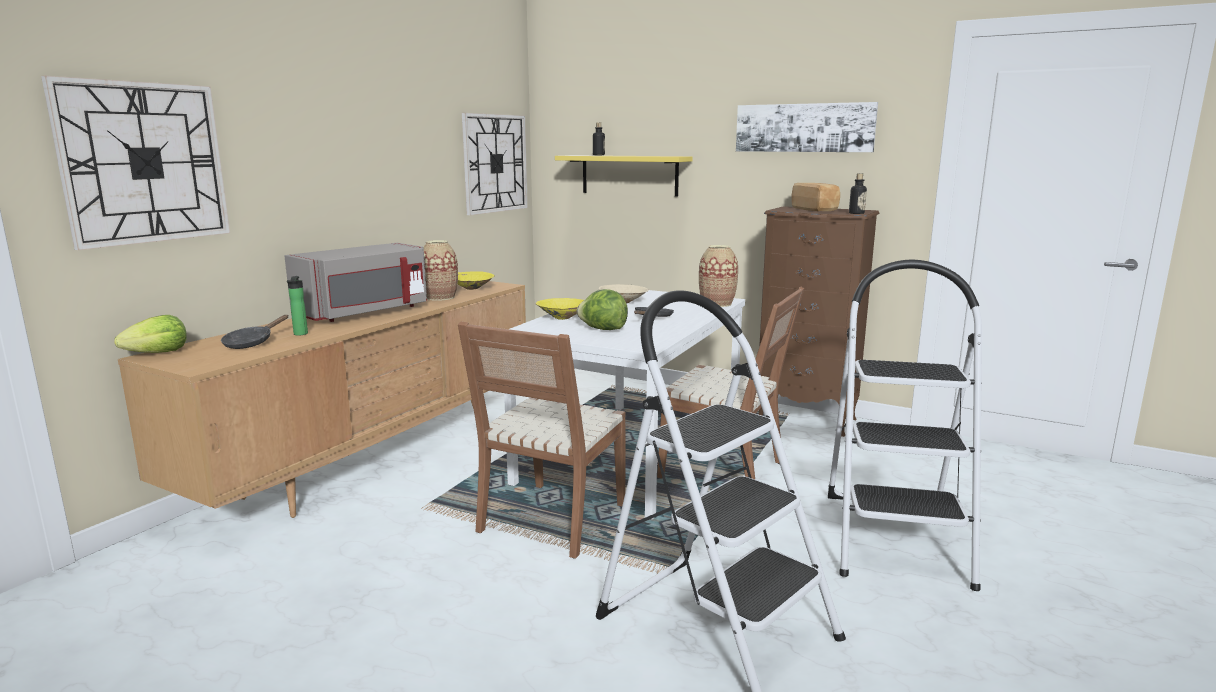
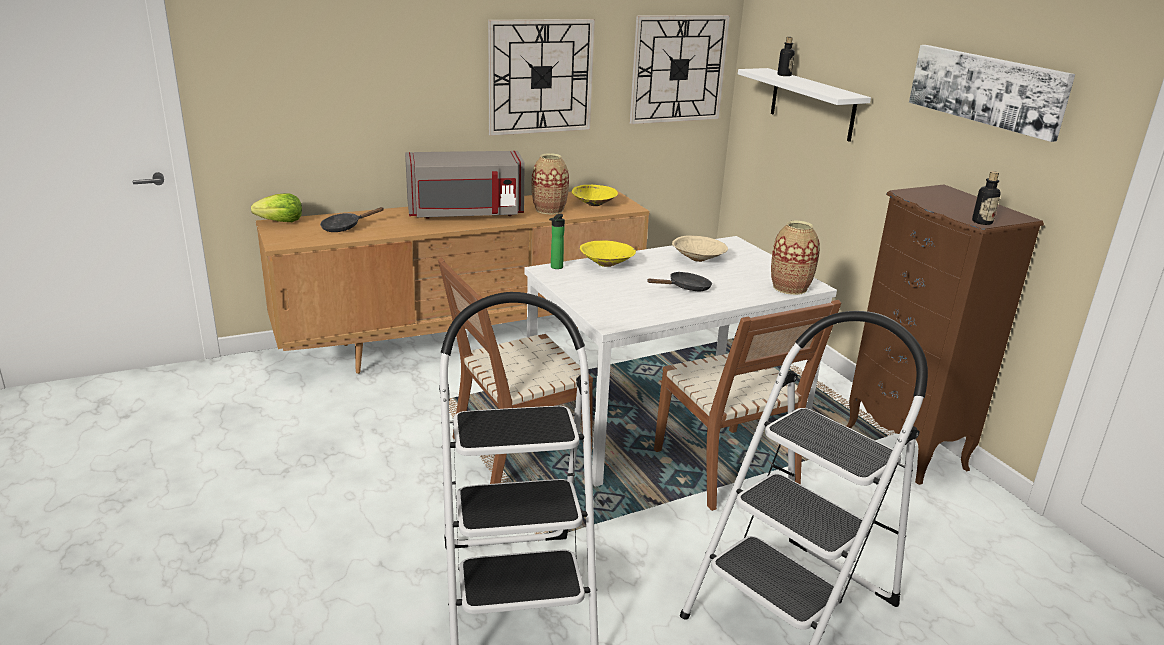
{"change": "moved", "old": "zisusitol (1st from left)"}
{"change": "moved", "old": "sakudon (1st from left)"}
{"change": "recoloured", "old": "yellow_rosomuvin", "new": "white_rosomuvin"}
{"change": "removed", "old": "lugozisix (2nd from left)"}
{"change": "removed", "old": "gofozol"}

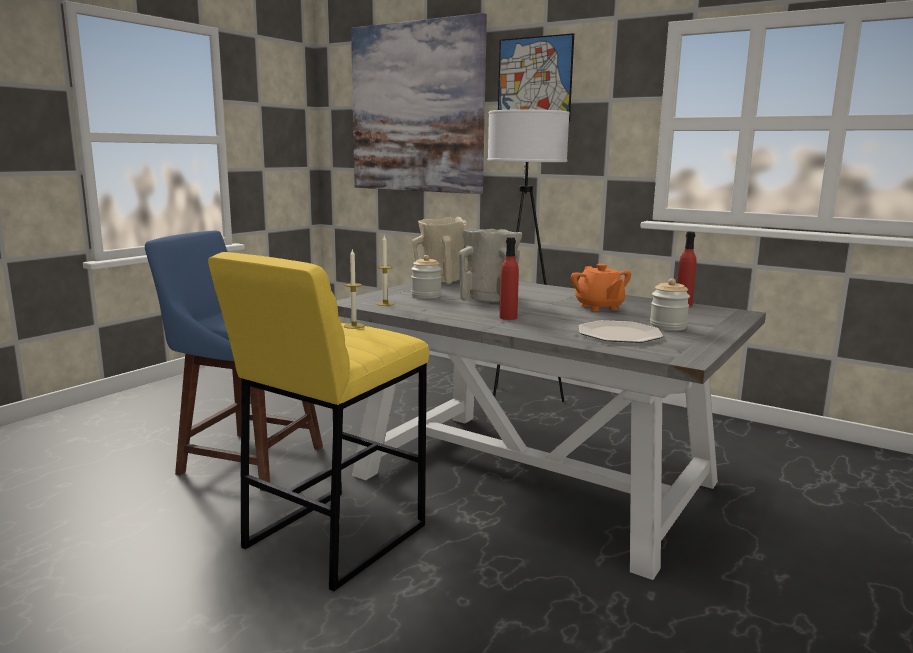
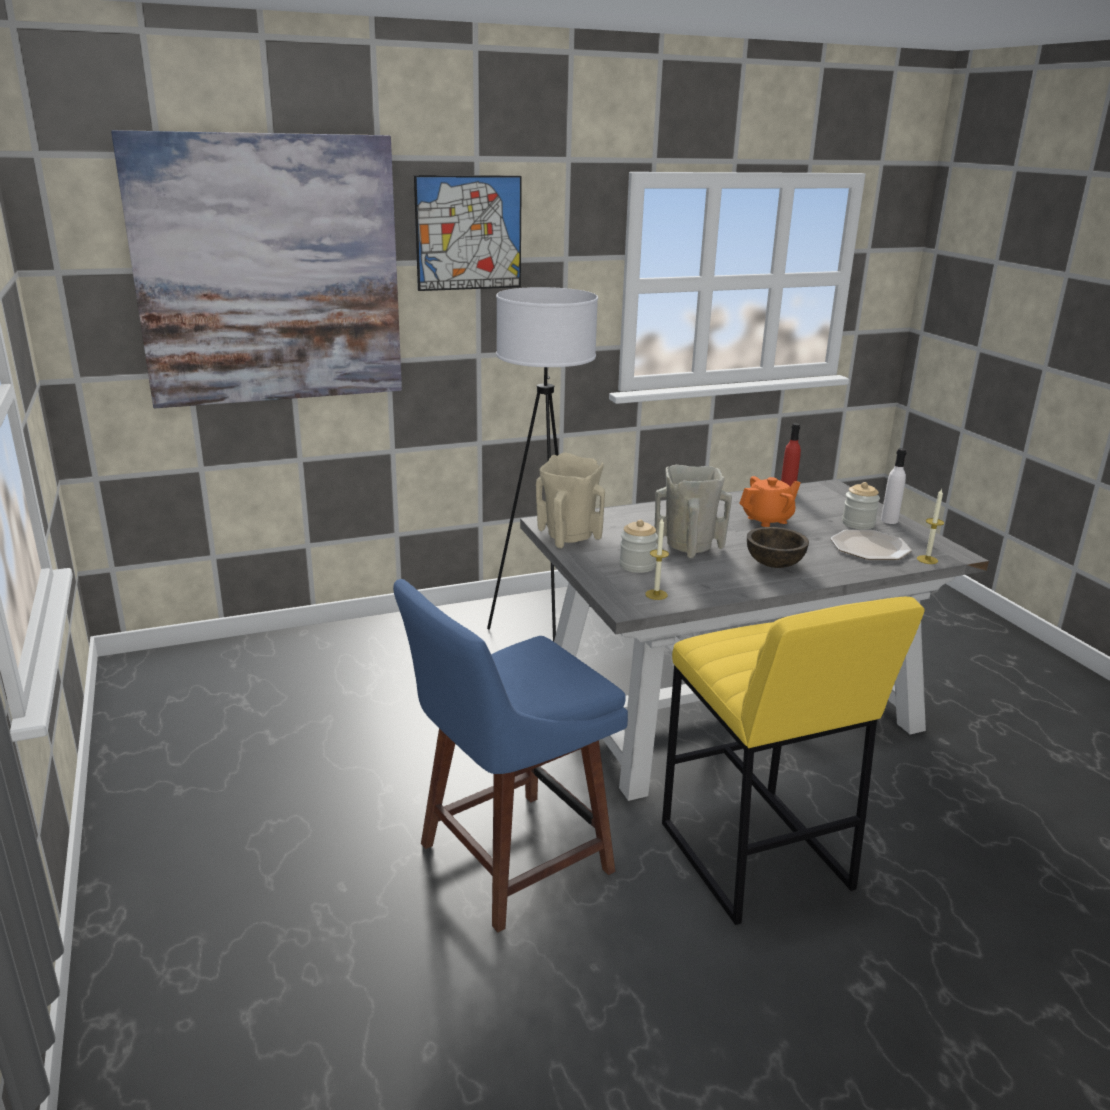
{"change": "moved", "old": "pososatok (1st from left in the first image)", "new": "pososatok (2nd from left)"}
{"change": "replaced", "old": "red_sakudon (1st from left)", "new": "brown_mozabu"}
{"change": "turned", "old": "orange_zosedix", "degrees": -45}
{"change": "added", "new": "white_sakudon"}

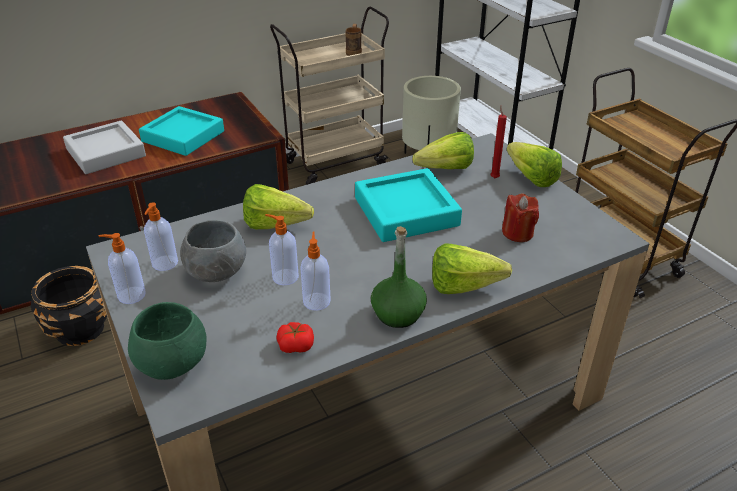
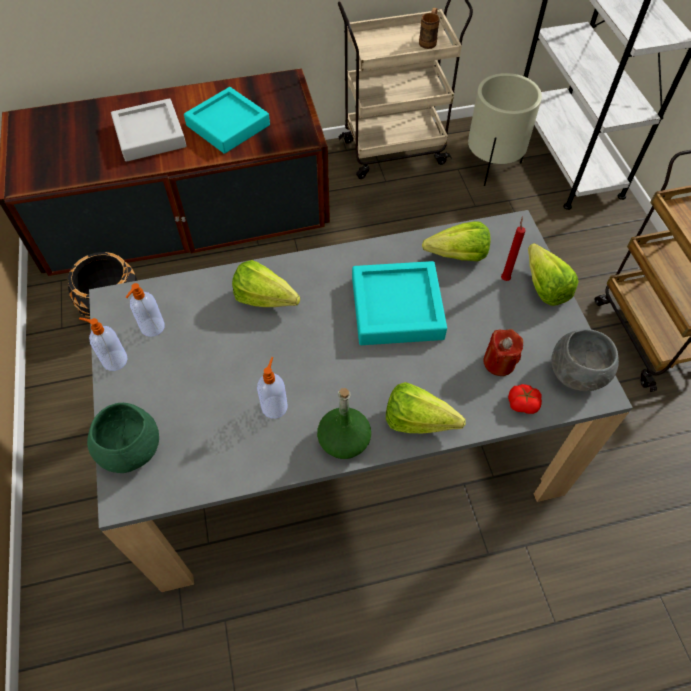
{"change": "moved", "old": "grey_mozabu"}
{"change": "removed", "old": "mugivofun (3rd from left)"}
{"change": "moved", "old": "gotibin"}

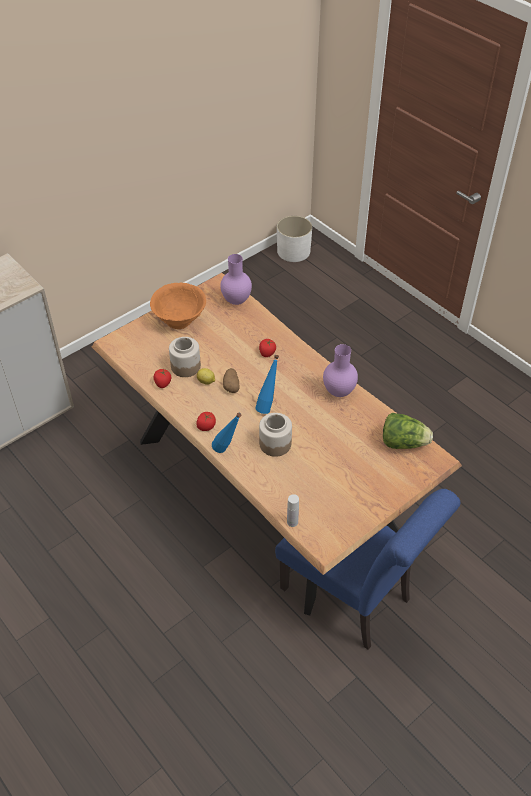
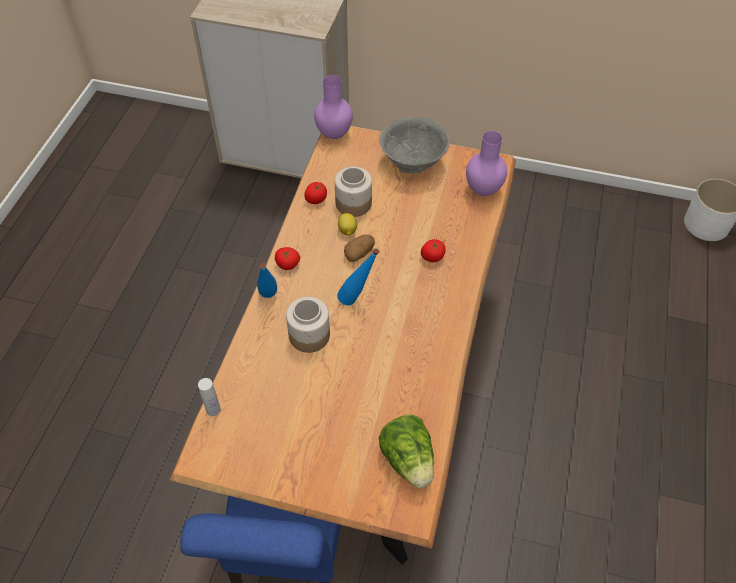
{"change": "recoloured", "old": "orange_mozabu", "new": "grey_mozabu"}
{"change": "moved", "old": "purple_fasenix (2nd from left in the first image)", "new": "purple_fasenix (1st from left)"}

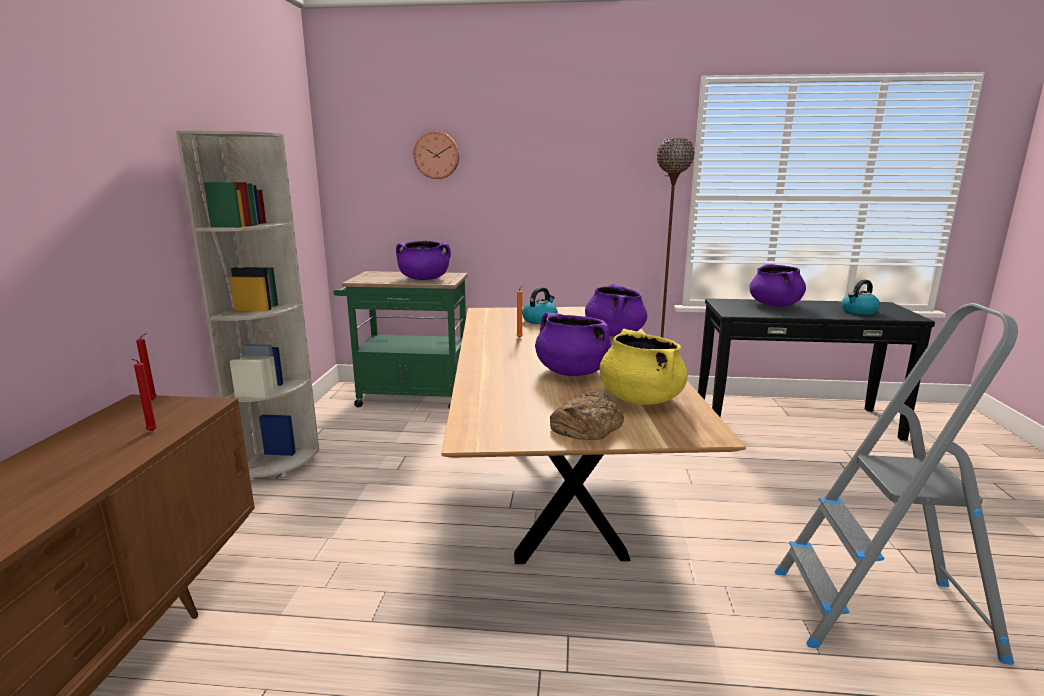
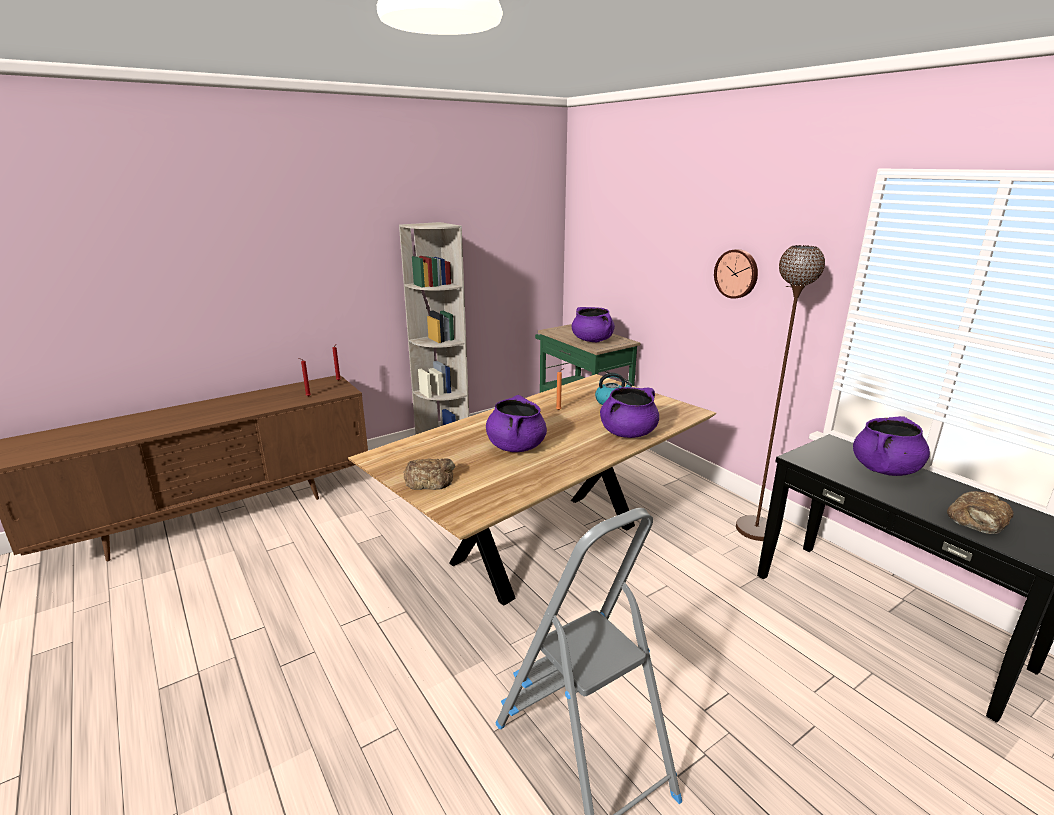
{"change": "moved", "old": "zisusitol"}
{"change": "removed", "old": "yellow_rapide"}
{"change": "replaced", "old": "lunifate (2nd from left)", "new": "gofozol (2nd from left)"}

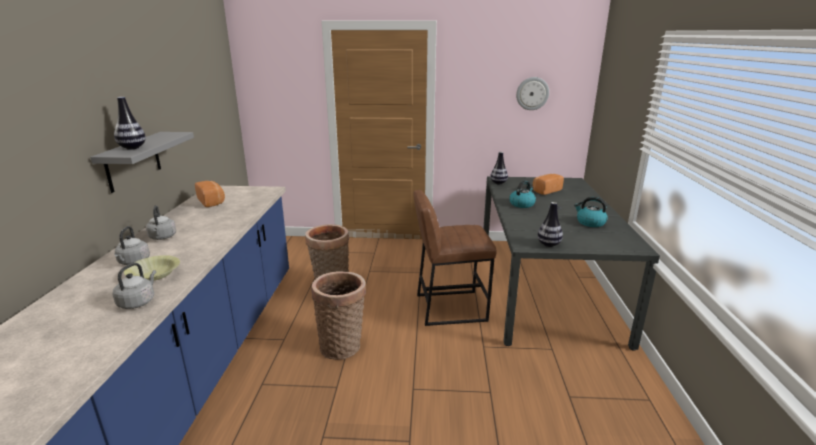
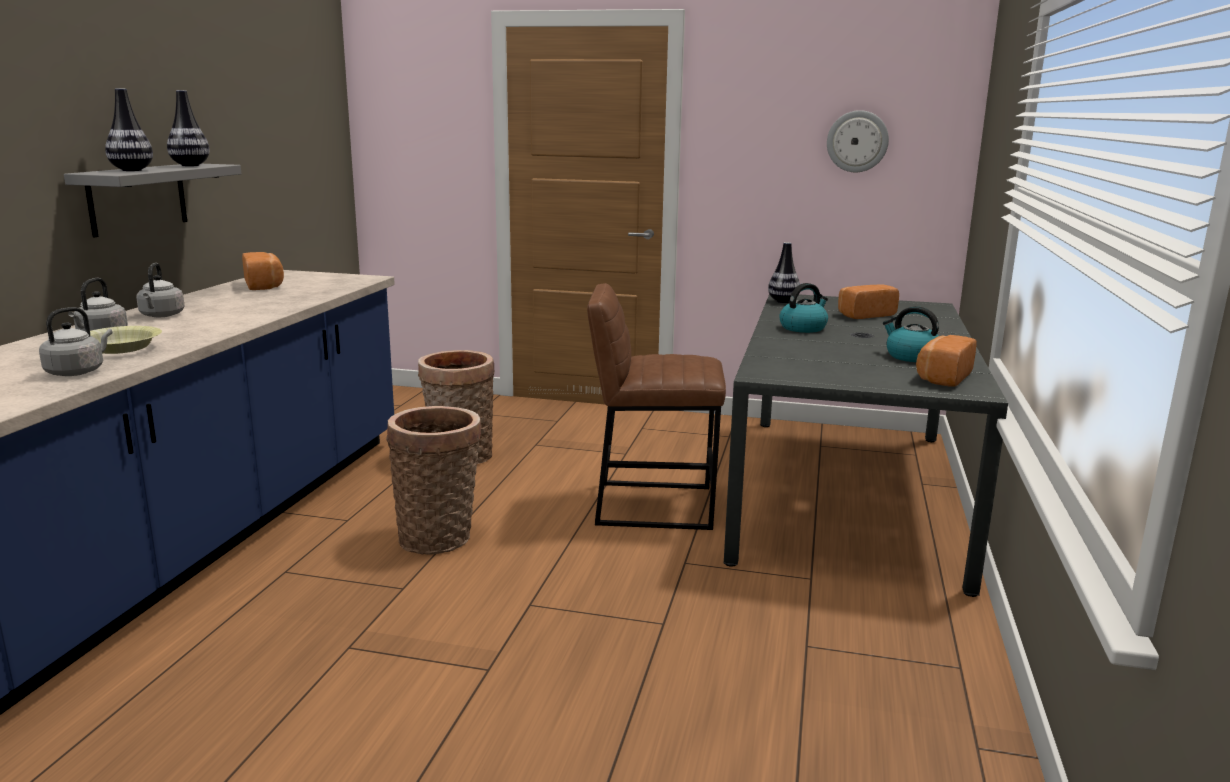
{"change": "moved", "old": "fasenix (3rd from left in the first image)", "new": "fasenix (2nd from left)"}
{"change": "added", "new": "gofozol (3rd from left)"}

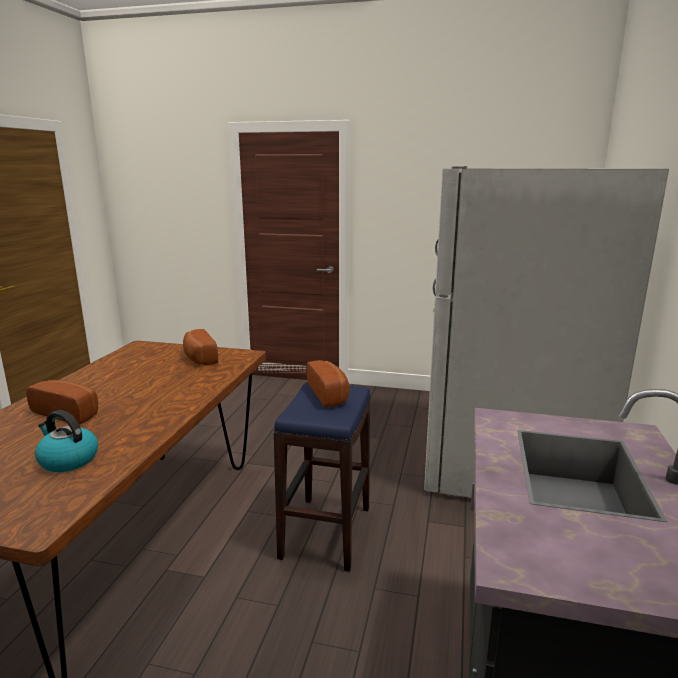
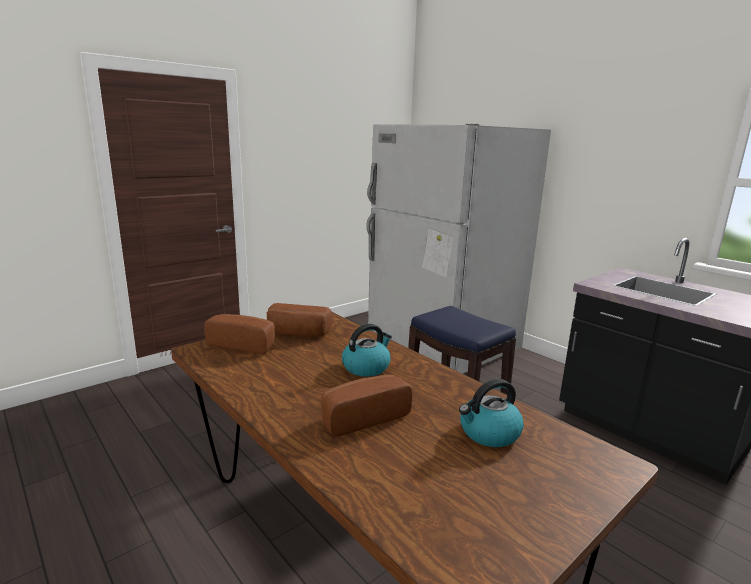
{"change": "moved", "old": "gofozol (3rd from left in the first image)", "new": "gofozol (1st from left)"}
{"change": "added", "new": "lunifate (1st from left)"}

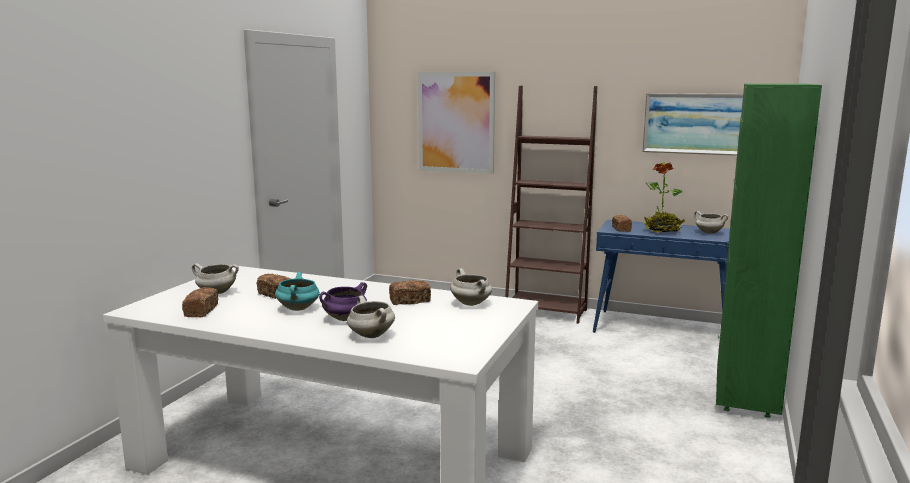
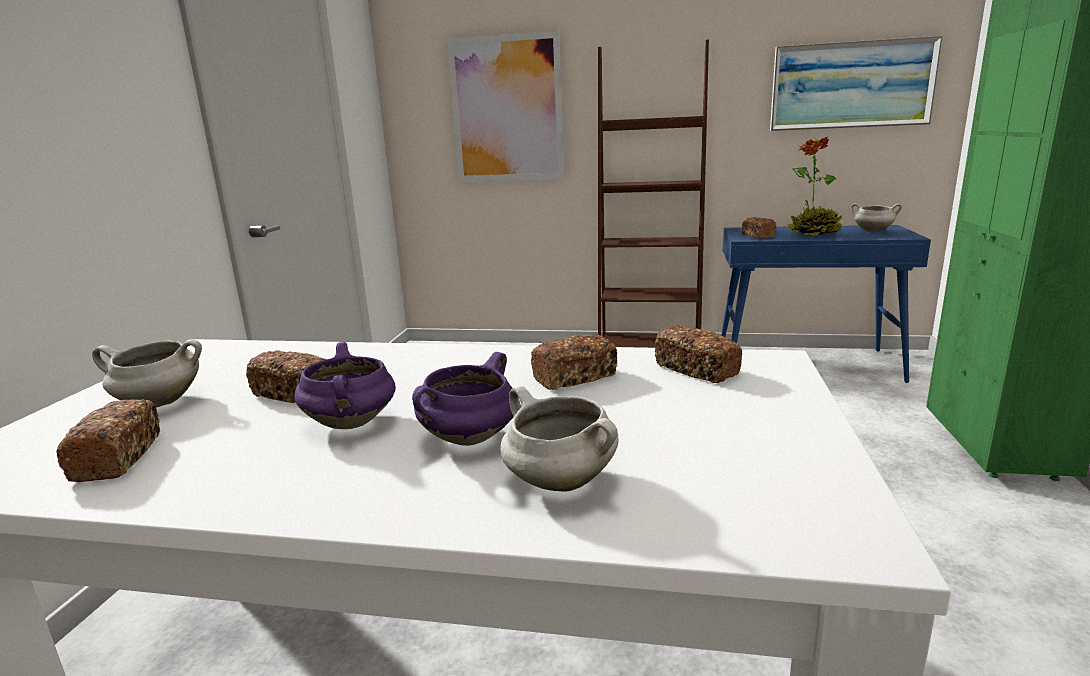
{"change": "recoloured", "old": "turquoise_rapide", "new": "purple_rapide (1st from left)"}
{"change": "replaced", "old": "white_rapide (3rd from left)", "new": "gofozol (4th from left)"}

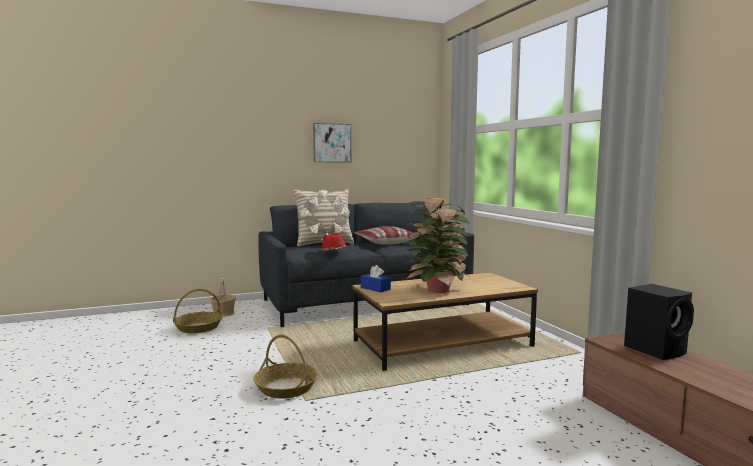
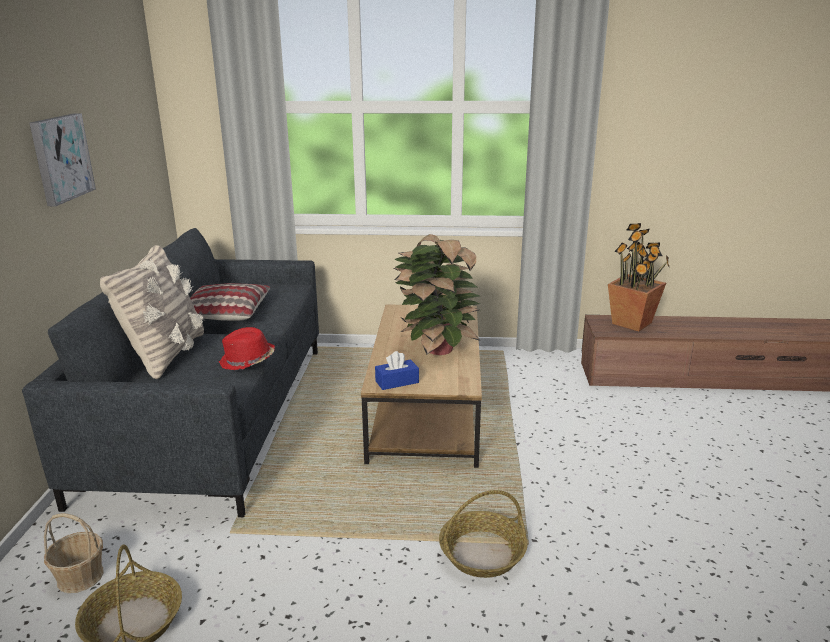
{"change": "replaced", "old": "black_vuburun", "new": "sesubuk (2nd from left)"}

